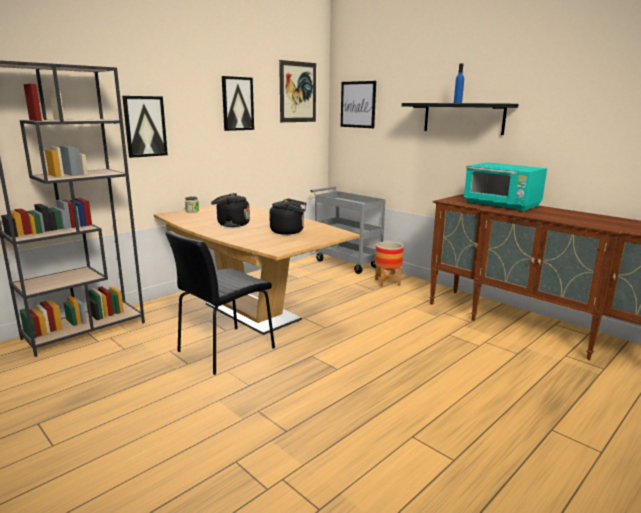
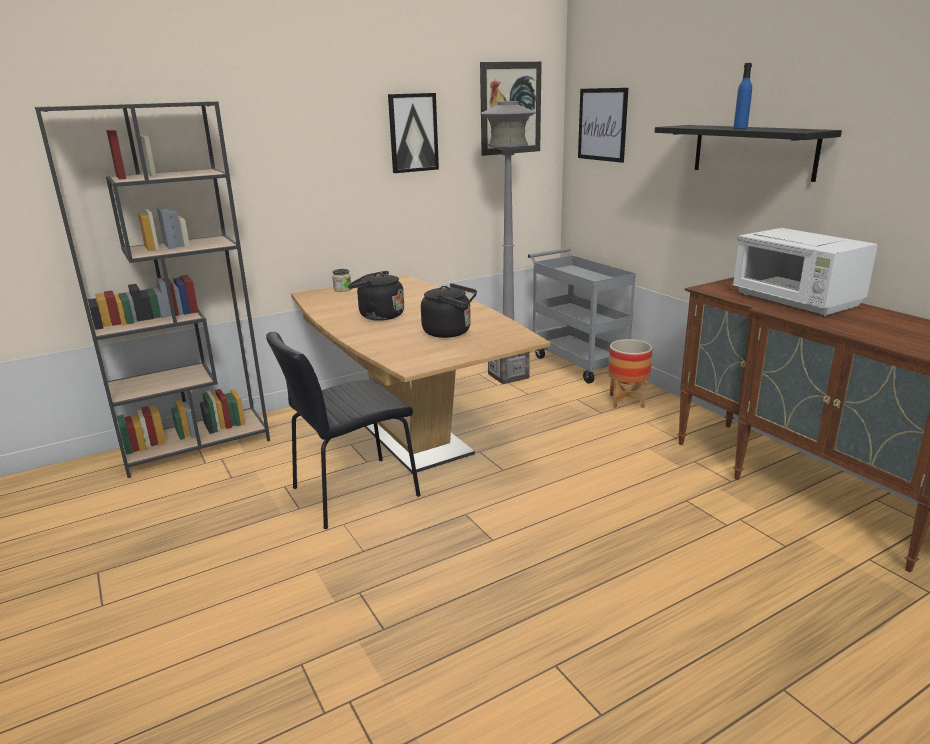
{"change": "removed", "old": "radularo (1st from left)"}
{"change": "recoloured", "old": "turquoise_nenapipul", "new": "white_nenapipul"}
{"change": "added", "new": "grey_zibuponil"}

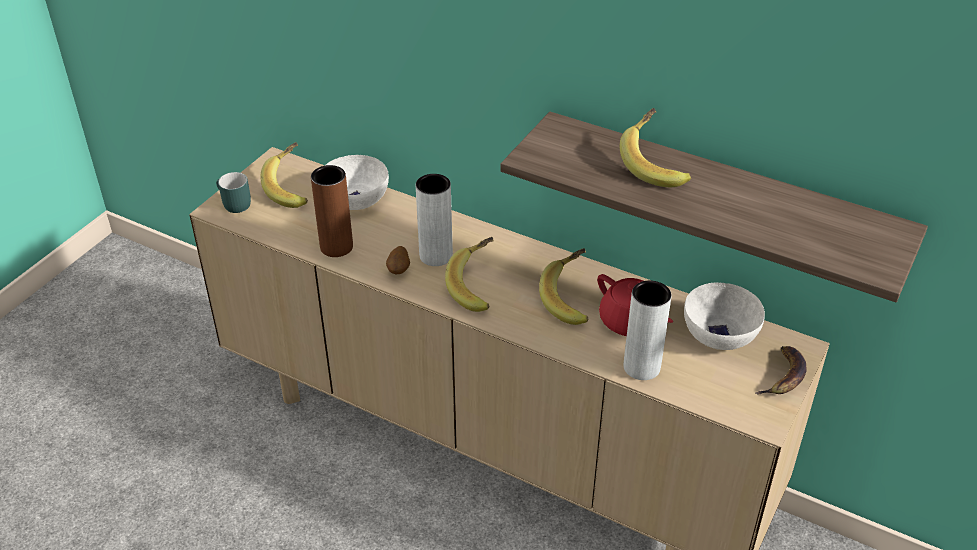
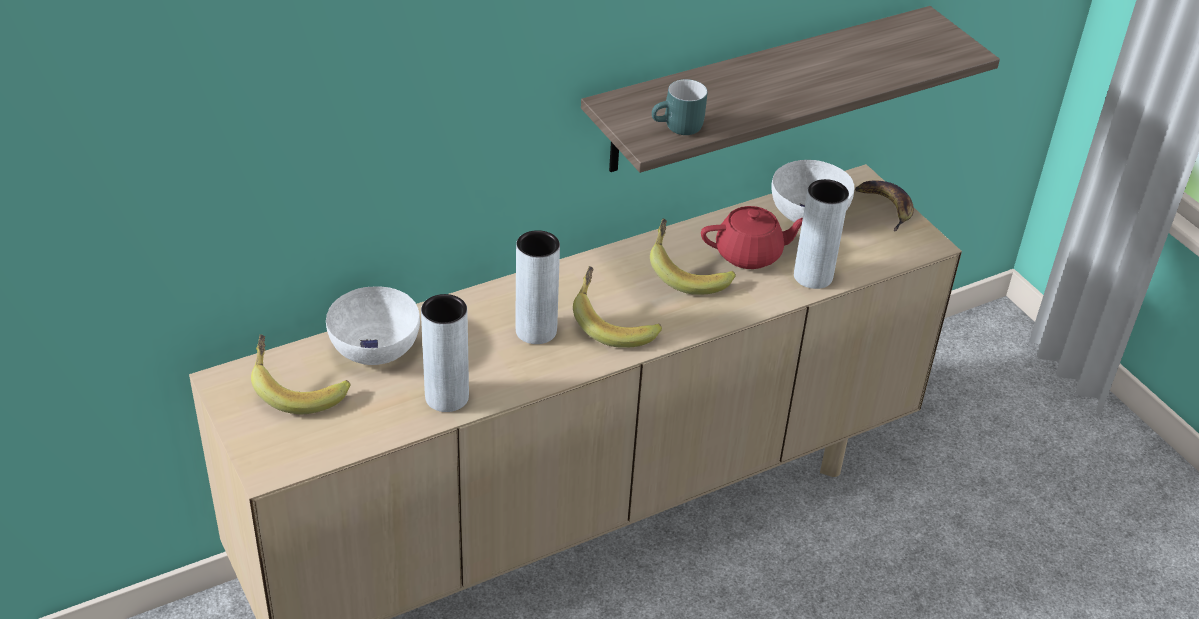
{"change": "moved", "old": "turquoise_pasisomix"}
{"change": "recoloured", "old": "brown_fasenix", "new": "grey_fasenix (1st from left)"}
{"change": "removed", "old": "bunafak"}
{"change": "removed", "old": "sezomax (4th from left)"}

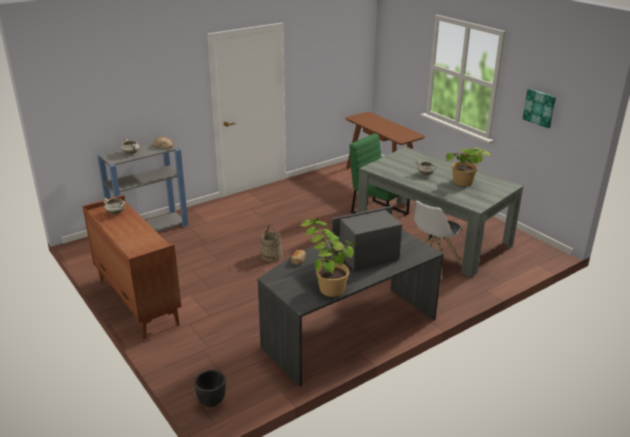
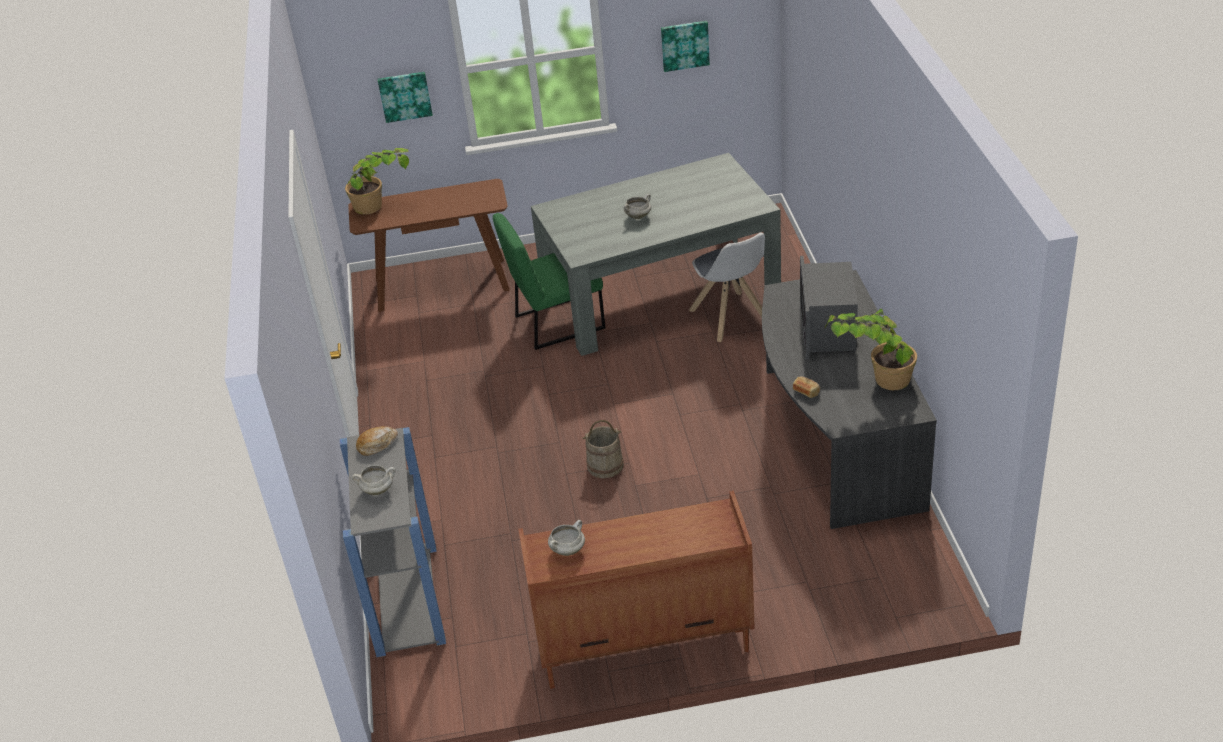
{"change": "removed", "old": "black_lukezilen"}
{"change": "moved", "old": "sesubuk (2nd from left in the first image)", "new": "sesubuk (1st from left)"}
{"change": "added", "new": "radularo (1st from left)"}

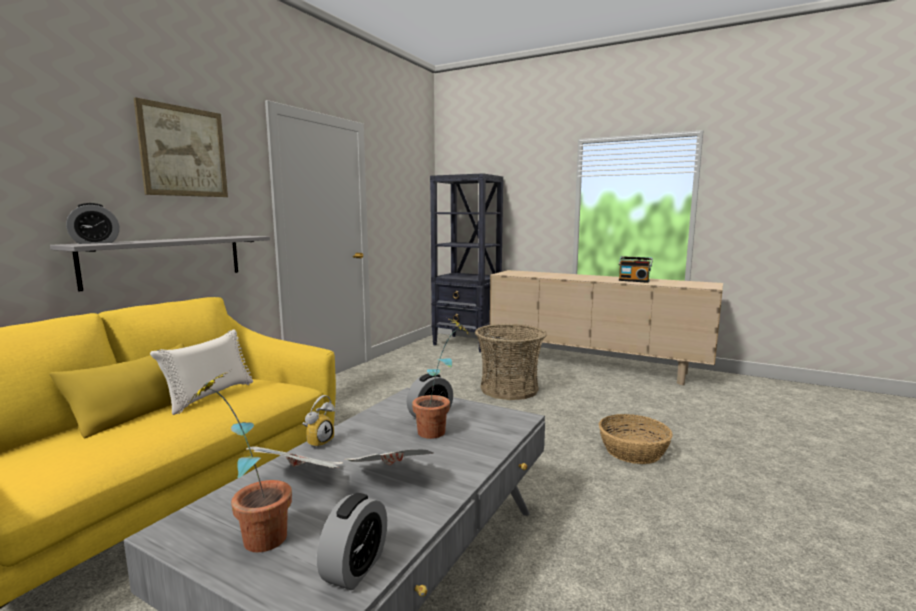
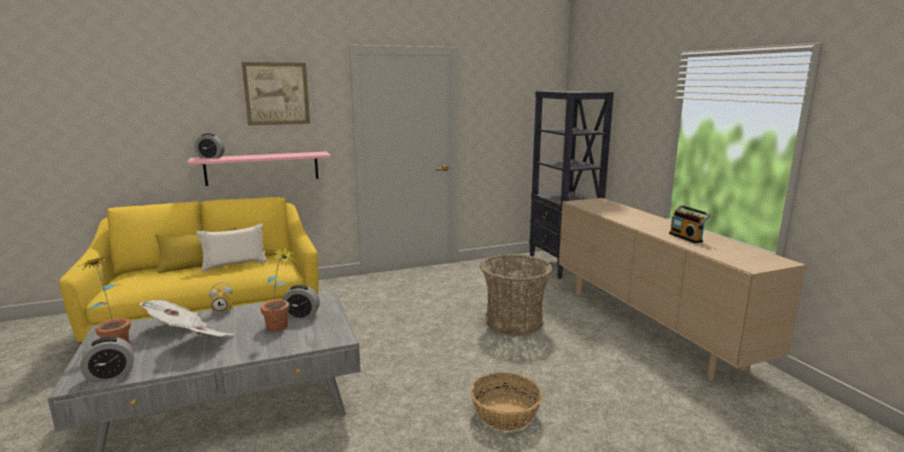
{"change": "recoloured", "old": "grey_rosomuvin", "new": "pink_rosomuvin"}

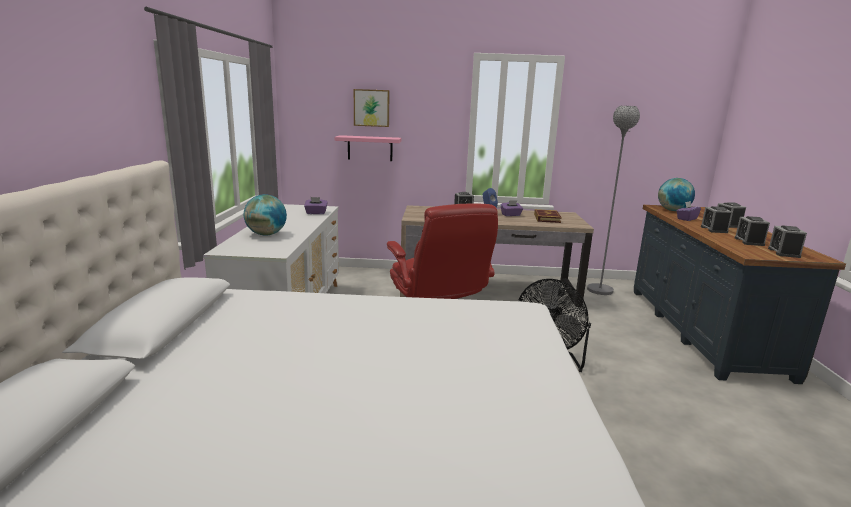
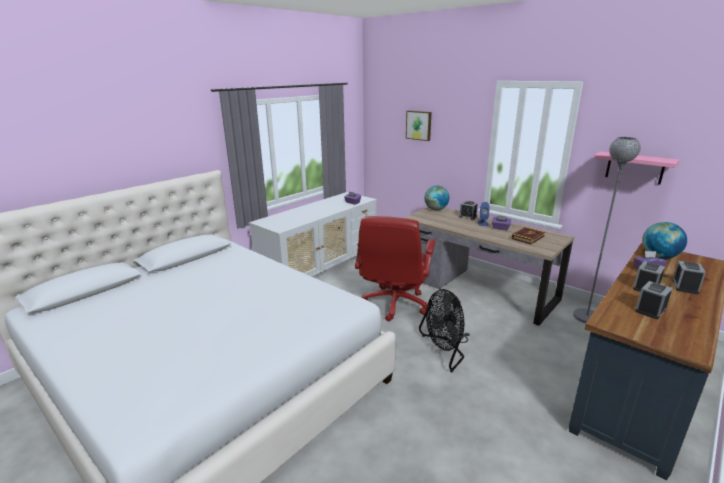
{"change": "moved", "old": "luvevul (1st from left)"}
{"change": "moved", "old": "pink_rosomuvin"}
{"change": "removed", "old": "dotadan (5th from left)"}

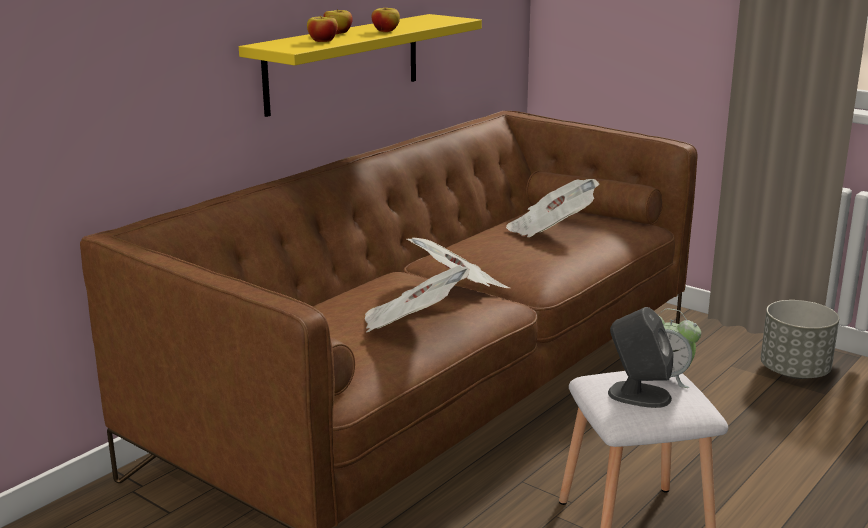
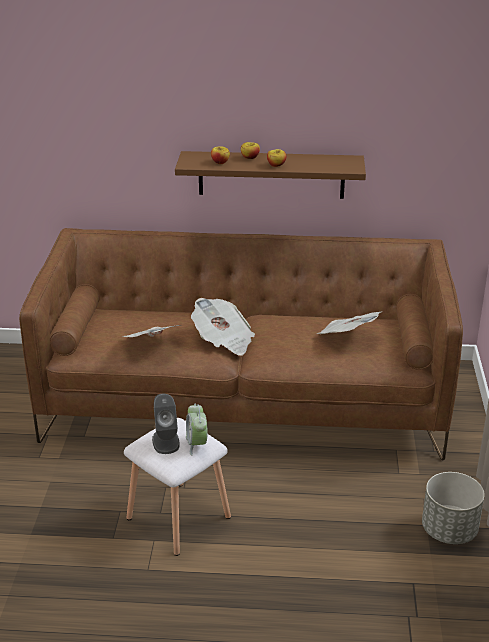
{"change": "recoloured", "old": "yellow_rosomuvin", "new": "brown_rosomuvin"}

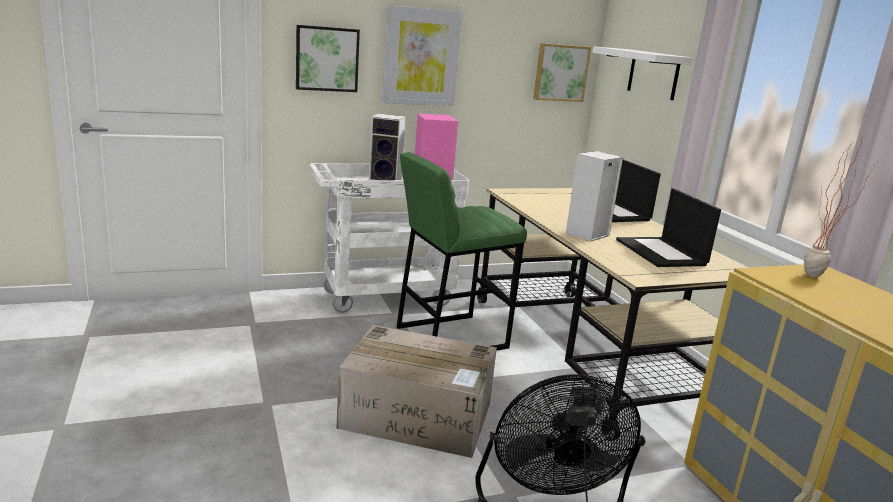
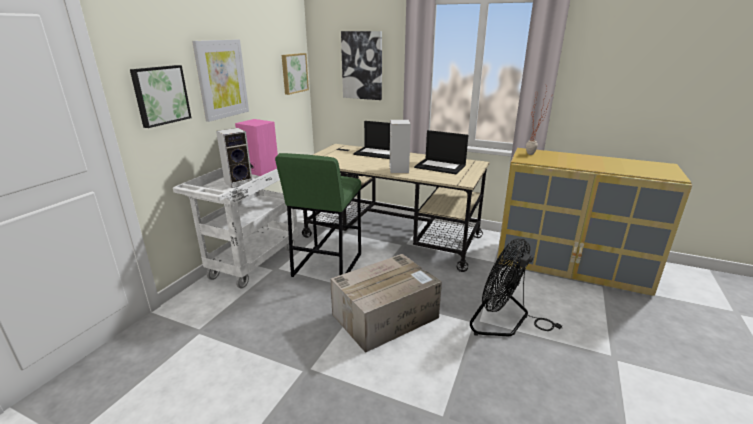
{"change": "replaced", "old": "white_rosomuvin", "new": "radularo (4th from left)"}

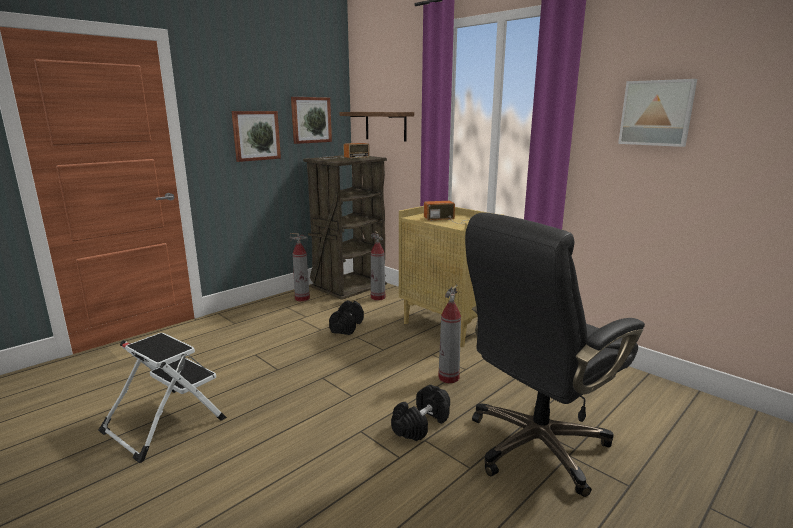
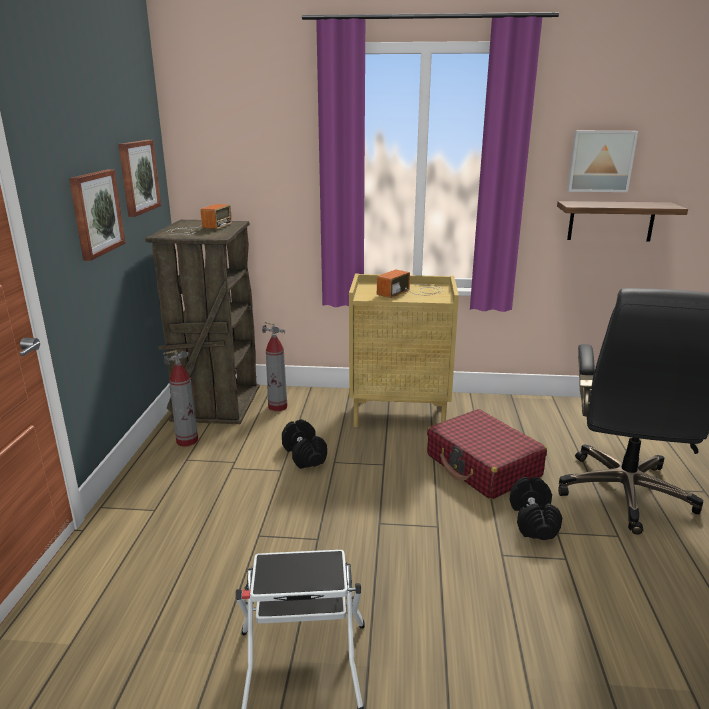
{"change": "moved", "old": "rosomuvin"}
{"change": "replaced", "old": "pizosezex (3rd from left)", "new": "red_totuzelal"}

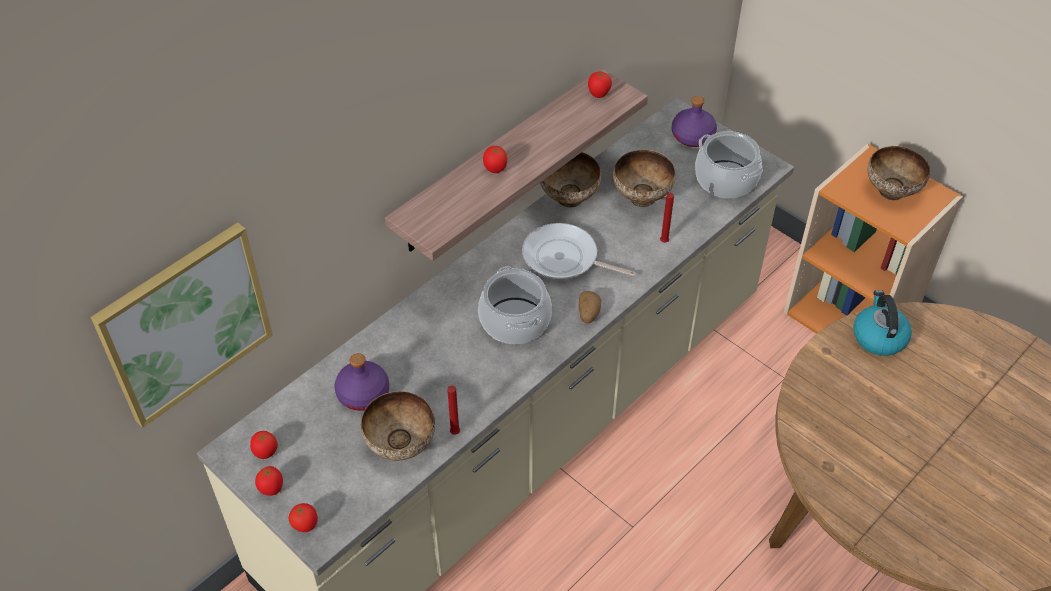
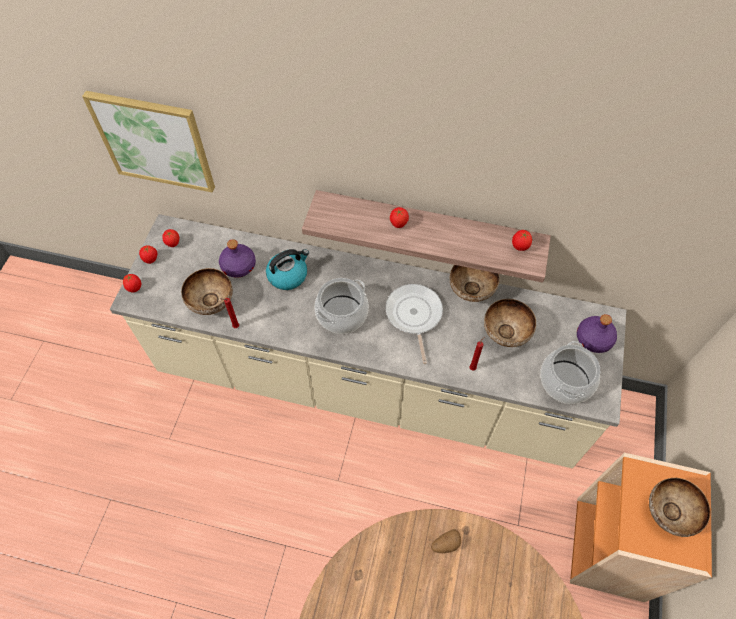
{"change": "moved", "old": "bunafak"}
{"change": "moved", "old": "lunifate"}

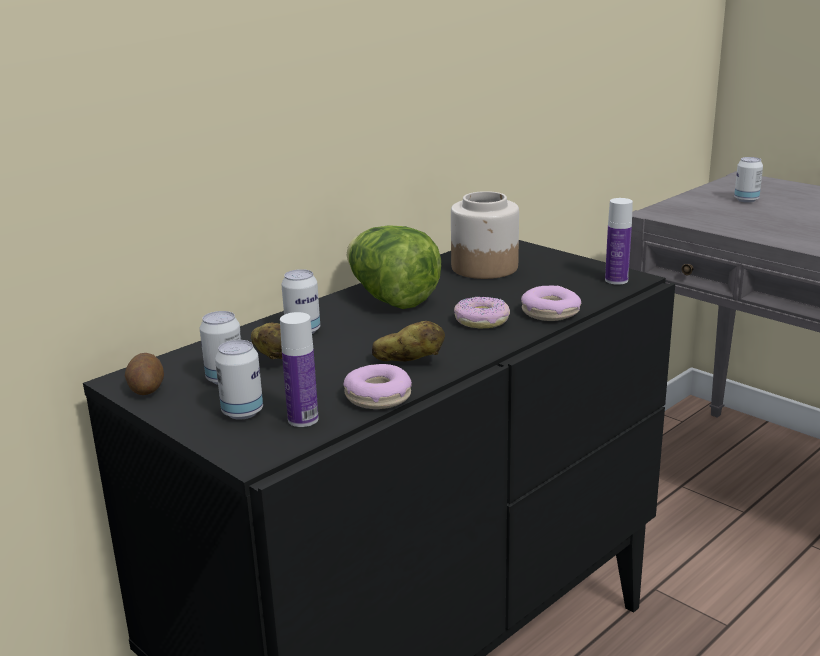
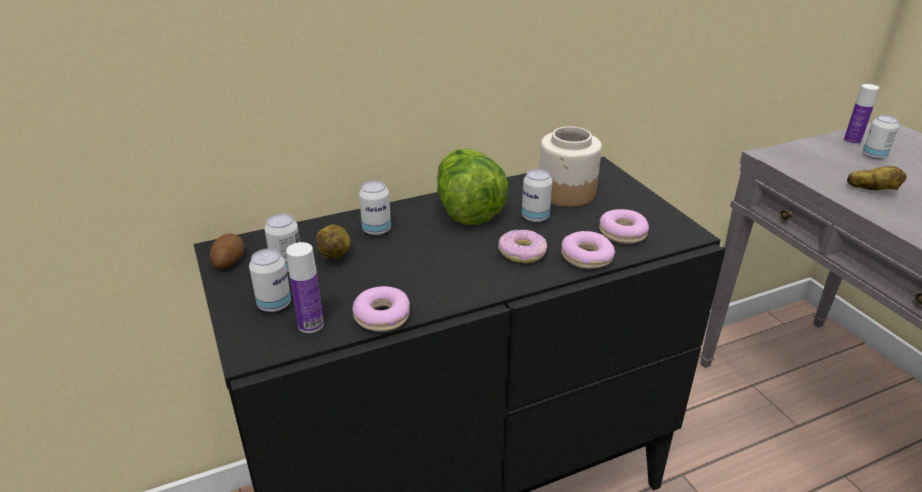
{"change": "moved", "old": "bunafak (3rd from left)"}
{"change": "moved", "old": "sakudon (2nd from left)"}
{"change": "added", "new": "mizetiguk (4th from left)"}
{"change": "added", "new": "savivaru (4th from left)"}

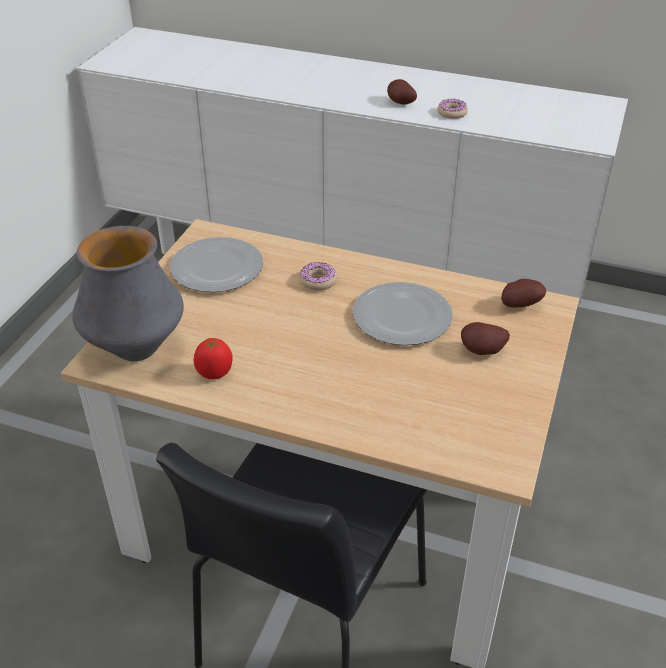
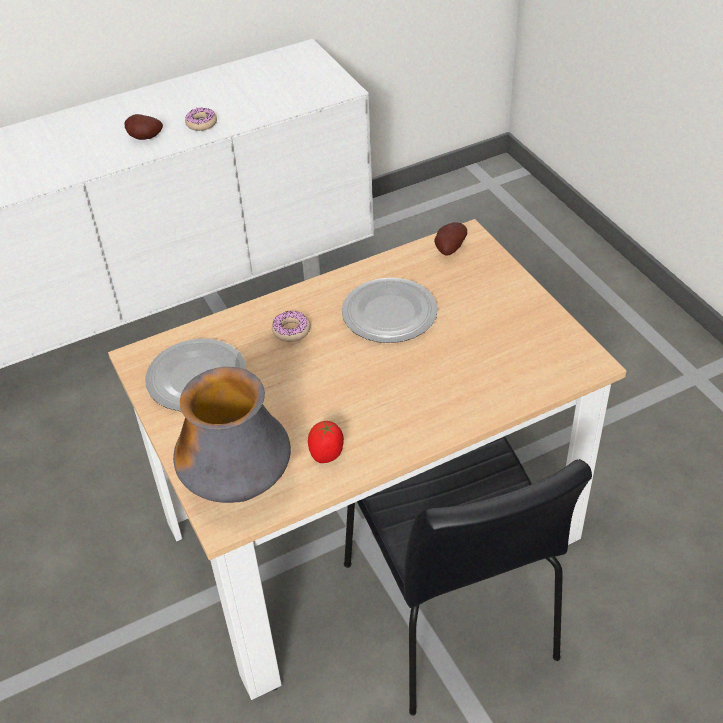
{"change": "removed", "old": "bunafak (2nd from left)"}

